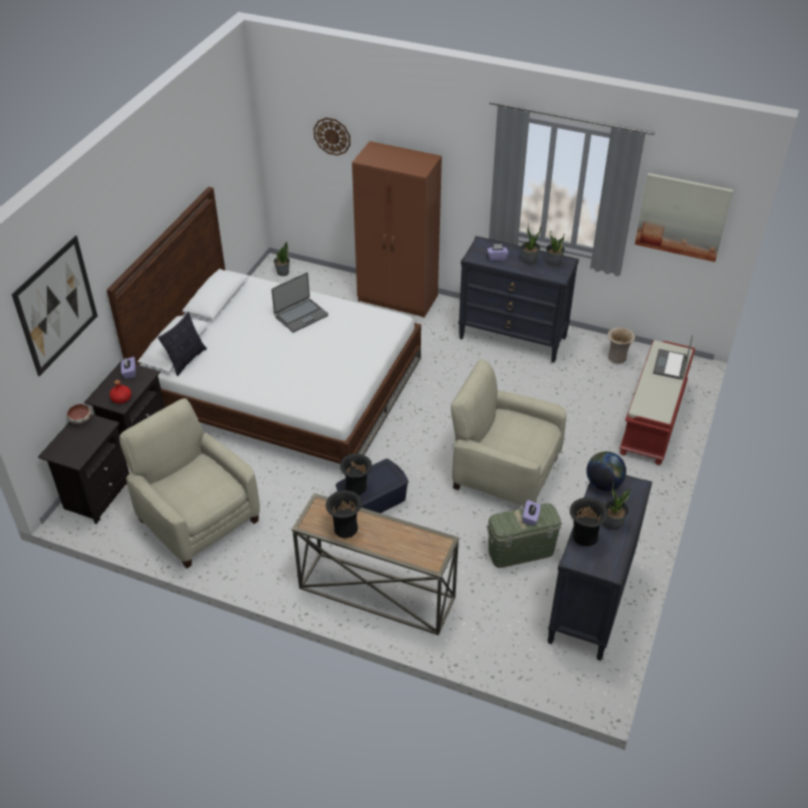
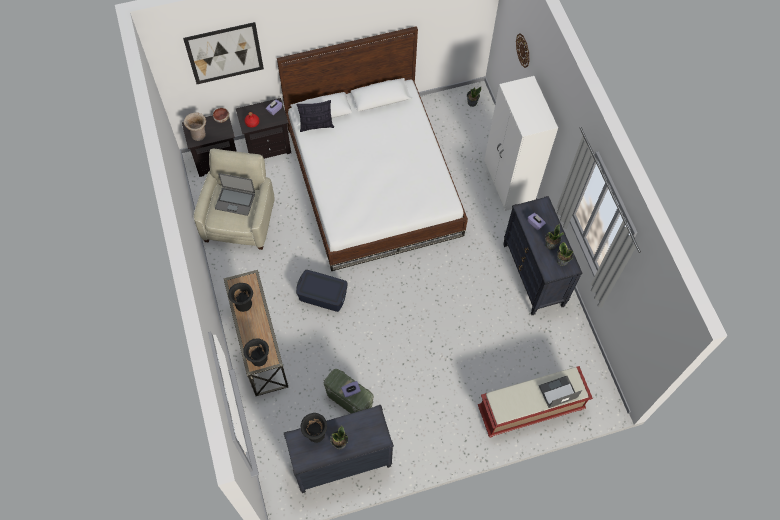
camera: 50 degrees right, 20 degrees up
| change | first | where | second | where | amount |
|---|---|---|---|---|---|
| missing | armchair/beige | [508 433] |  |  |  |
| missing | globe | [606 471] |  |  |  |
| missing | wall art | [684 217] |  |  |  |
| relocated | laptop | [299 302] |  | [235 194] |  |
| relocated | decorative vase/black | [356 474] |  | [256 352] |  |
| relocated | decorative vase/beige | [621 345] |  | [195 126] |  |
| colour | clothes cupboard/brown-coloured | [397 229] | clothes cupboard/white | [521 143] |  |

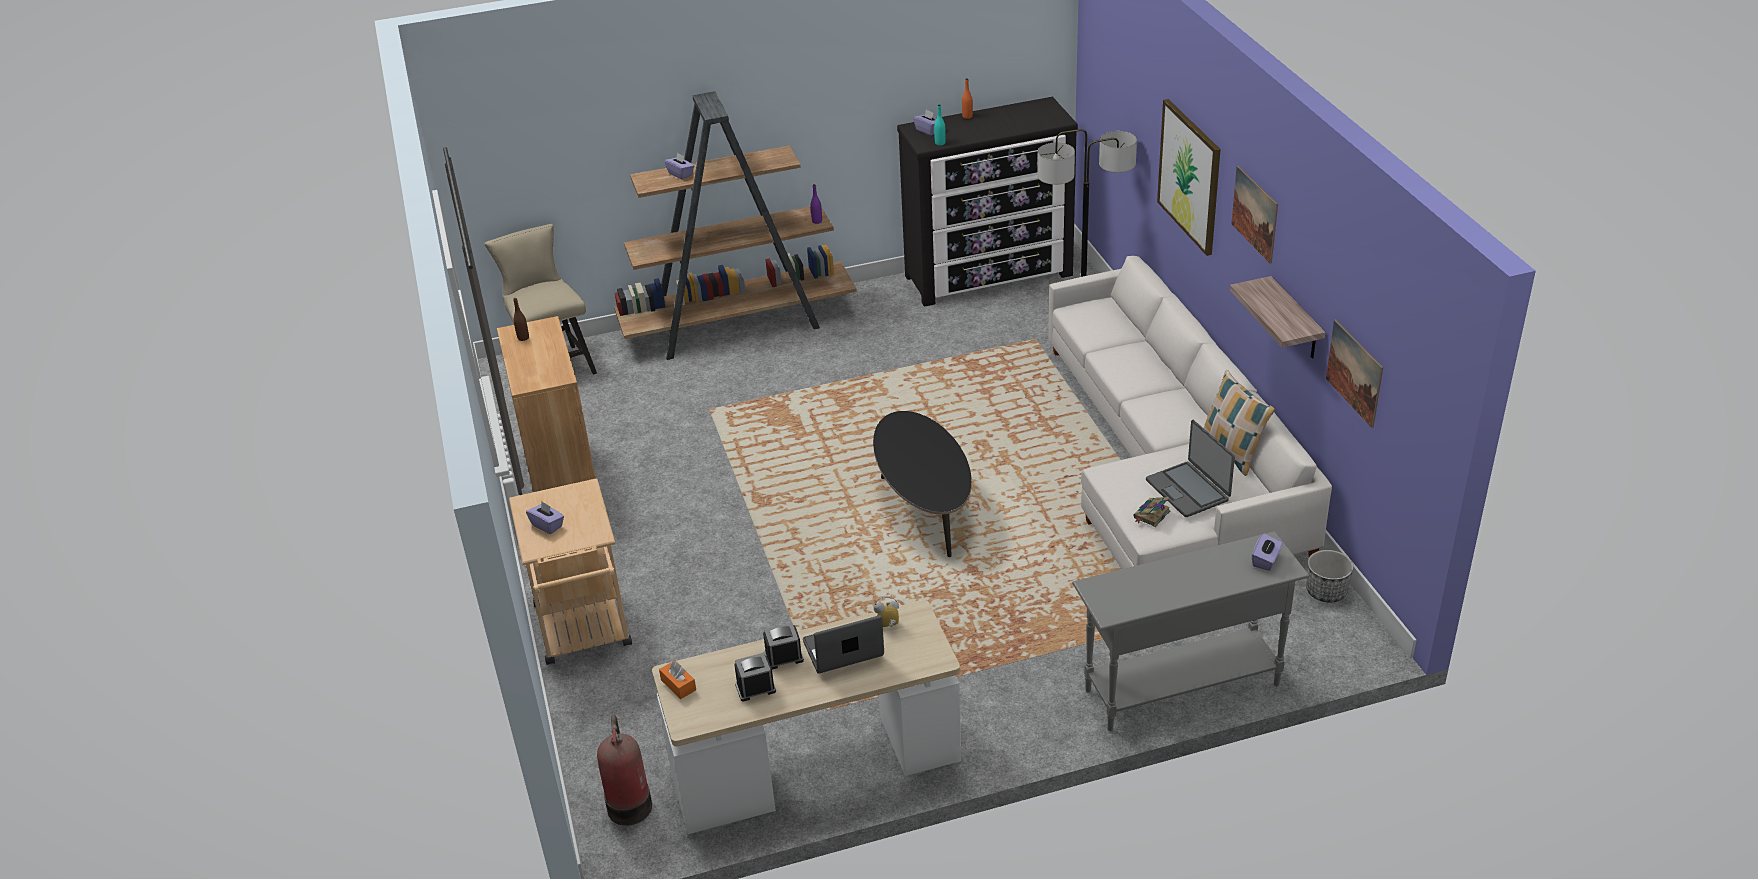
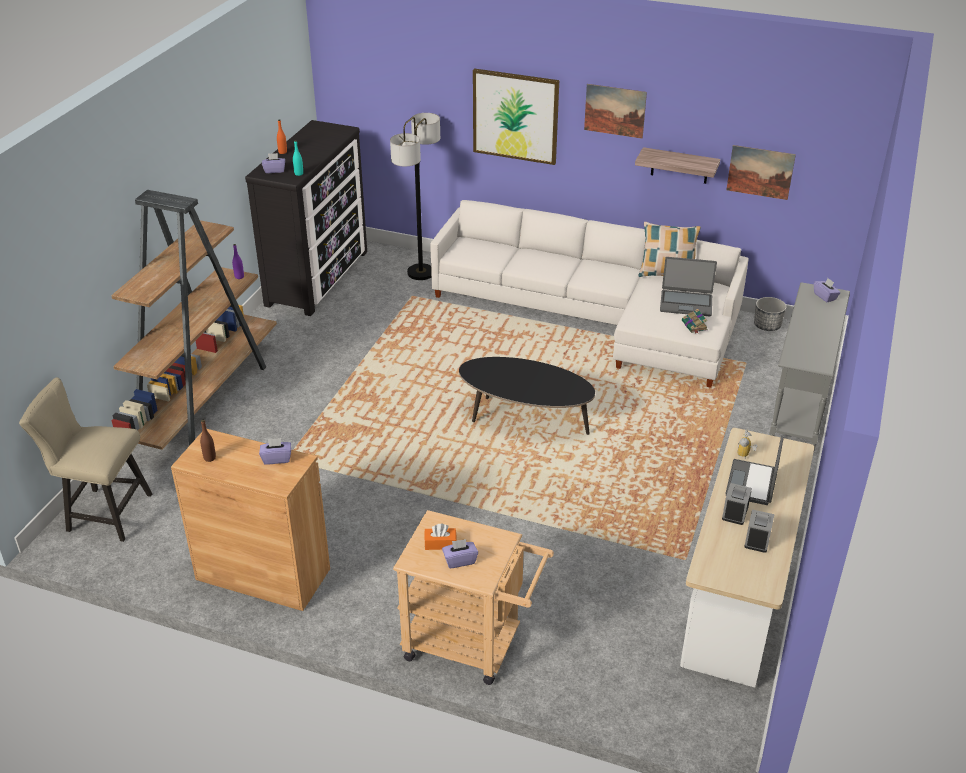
camera: 55 degrees left, 0 degrees up
| change | first | where | second | where | amount |
|---|---|---|---|---|---|
| missing | fire-fighting cylinder | [624 770] |  |  |  |
| relocated | box of tissues/orange-coloured | [677 679] |  | [440 537] |  |
| relocated | box of tissues/purplish | [679 166] |  | [275 451] |  |

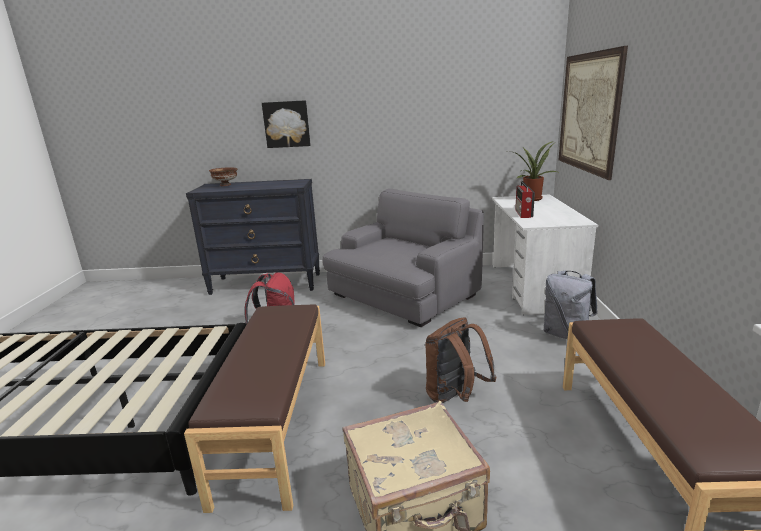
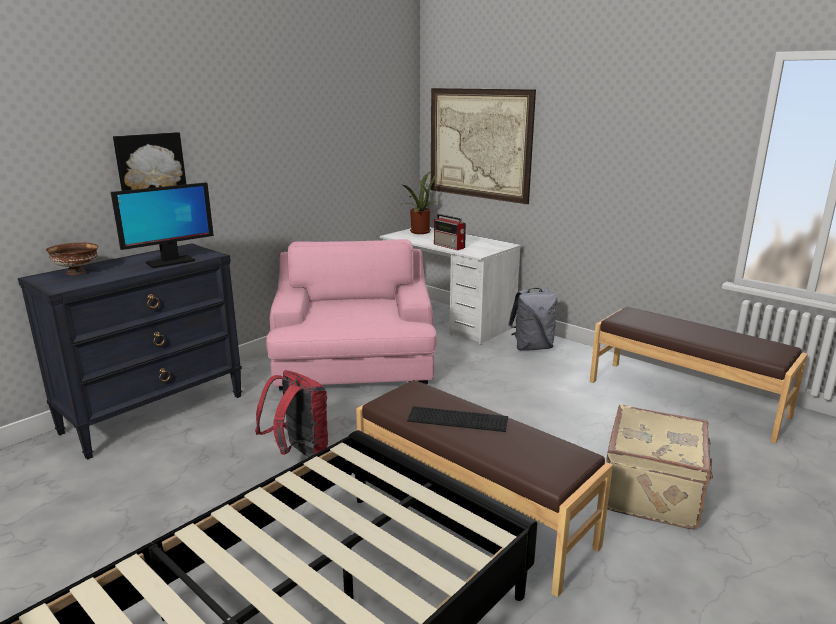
camera: 50 degrees left, 0 degrees up
| change | first | where | second | where | amount |
|---|---|---|---|---|---|
| missing | rucksack/brown-coloured | [461 360] |  |  |  |
| appeared |  |  | computer display | [162 225] |  |
| appeared |  |  | computer keyboard | [457 419] |  |
| colour | armchair/greyish | [403 258] | armchair/pinkish | [351 314] |  |

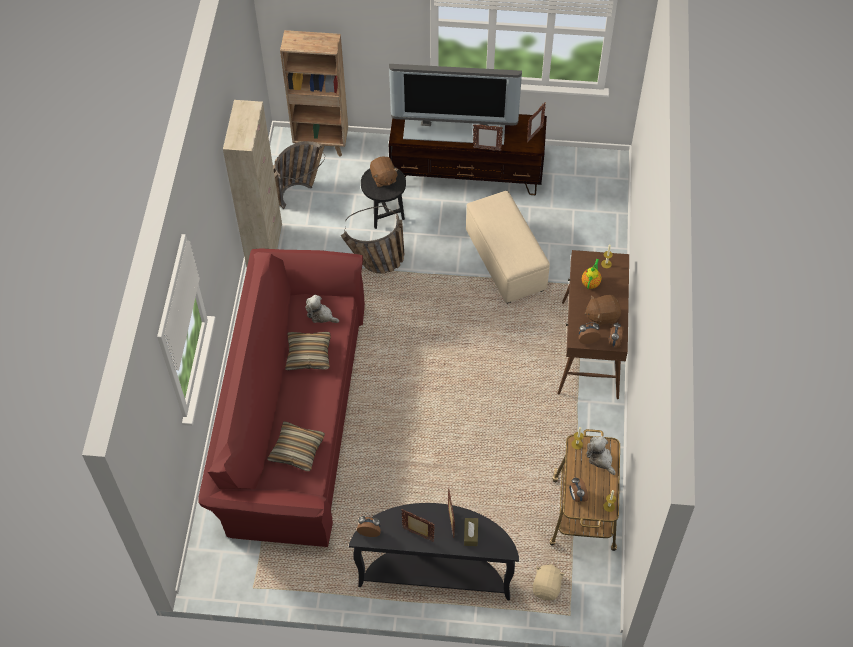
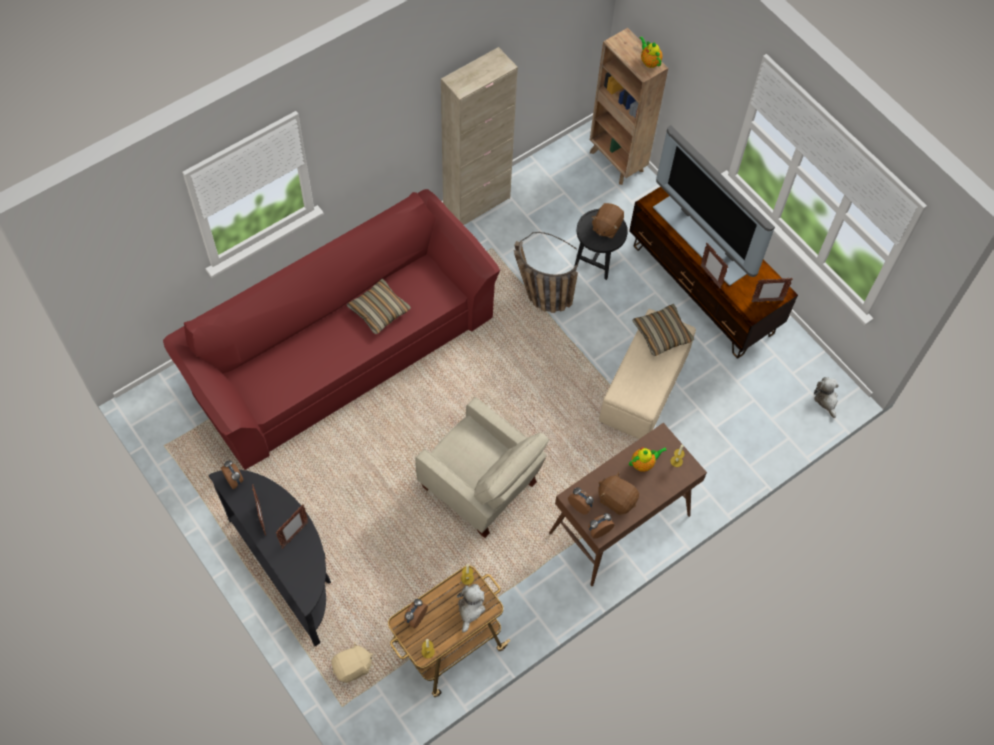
camera: 45 degrees right, 5 degrees up
| change | first | where | second | where | amount |
|---|---|---|---|---|---|
| missing | basket | [299 175] |  |  |  |
| missing | box of tissues/brown-coloured | [471 532] |  |  |  |
| appeared |  |  | armchair/beige | [482 467] |  |
| appeared |  |  | tea pot | [651 52] |  |
| relocated | cushion | [296 446] |  | [663 330] |  |
| relocated | plush toy | [322 309] |  | [826 397] |  |

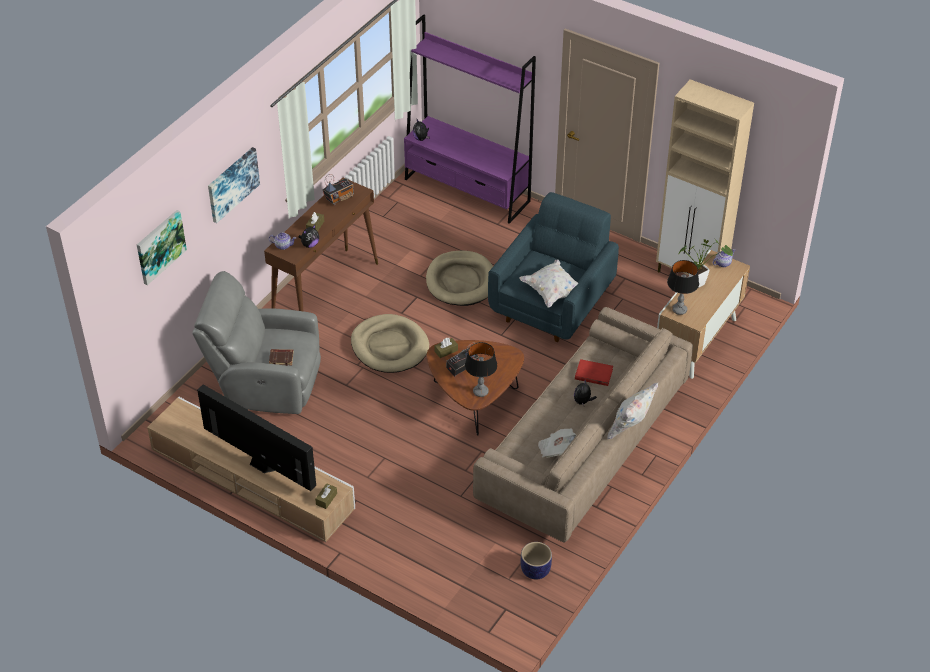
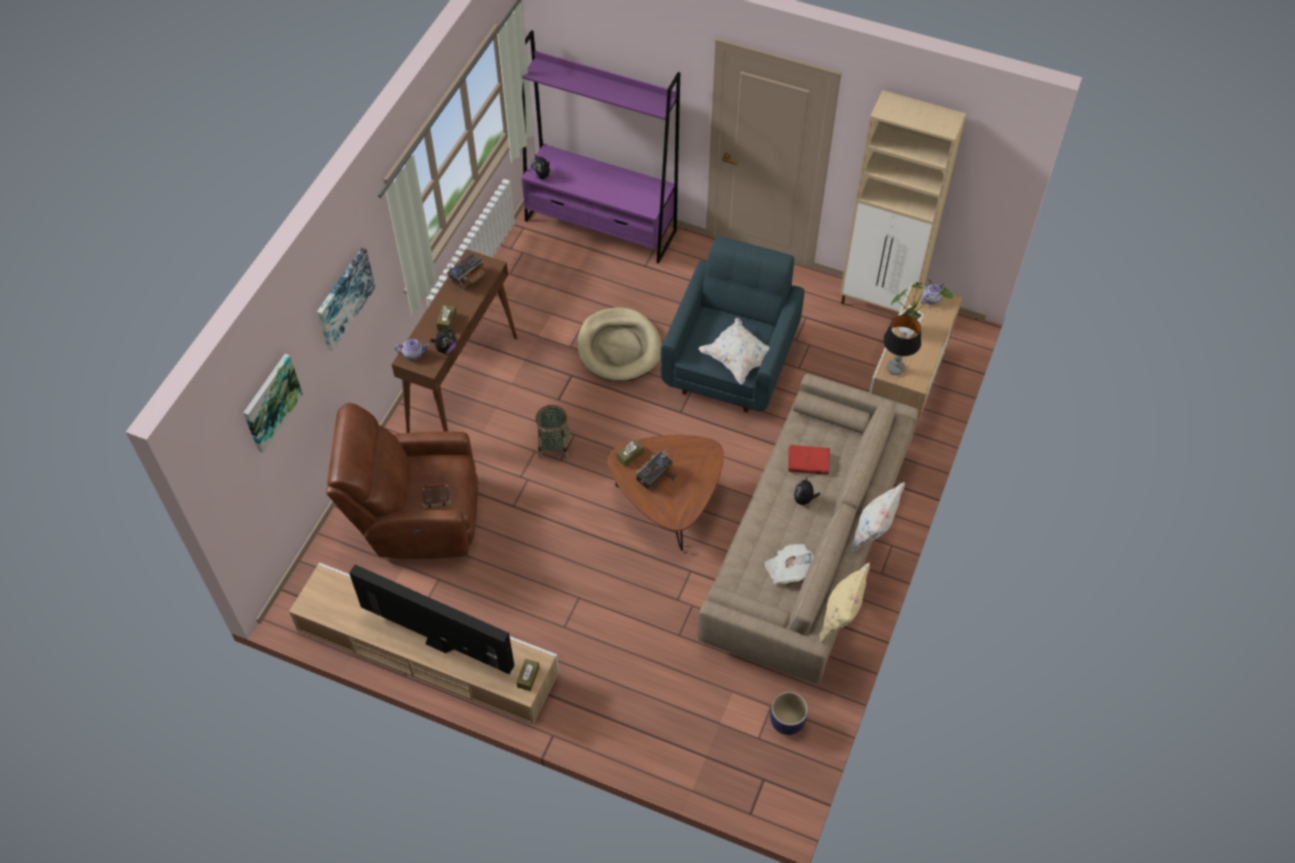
camera: 10 degrees left, 10 degrees up
| change | first | where | second | where | amount |
|---|---|---|---|---|---|
| missing | table lamp | [481 369] |  |  |  |
| appeared |  |  | cushion/beige | [844 602] |  |
| exchanged | pet bed/beige | [390 343] | basket | [552 432] |  |
| colour | armchair/greyish | [256 342] | armchair/brown-coloured | [402 481] |  |

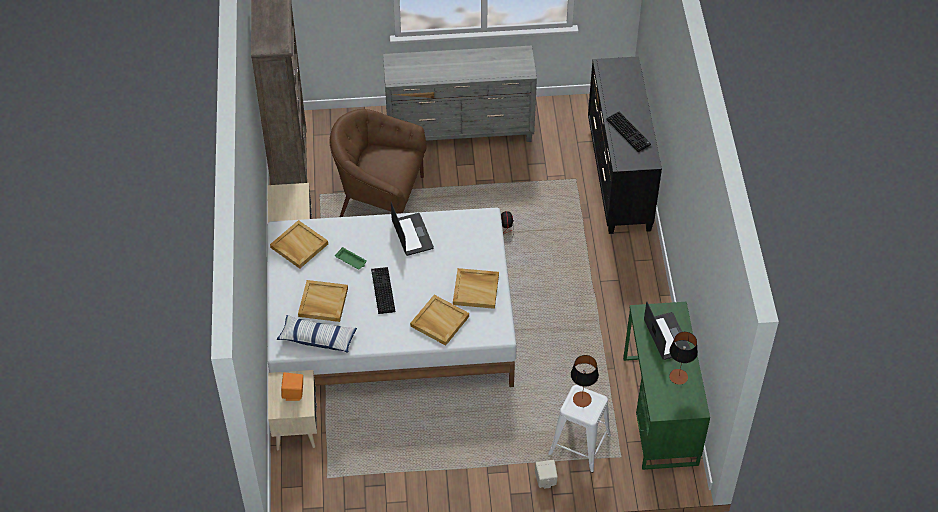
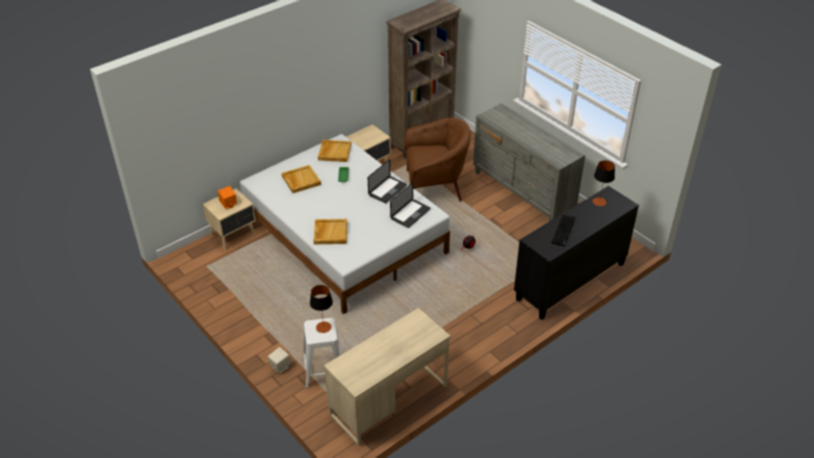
camera: 55 degrees right, 10 degrees down
| change | first | where | second | where | amount |
|---|---|---|---|---|---|
| missing | cushion | [316 334] |  |  |  |
| missing | computer keyboard | [383 290] |  |  |  |
| missing | tray/beige | [476 288] |  |  |  |
| relocated | laptop | [667 331] |  | [410 205] |  |
| relocated | table lamp | [683 358] |  | [604 183] |  |
| colour | desk/greenish | [666 386] | desk/beige | [387 377] |  |
| spun | armchair/brown-coloured | [378 163] |  | [437 160] | 105 degrees clockwise |

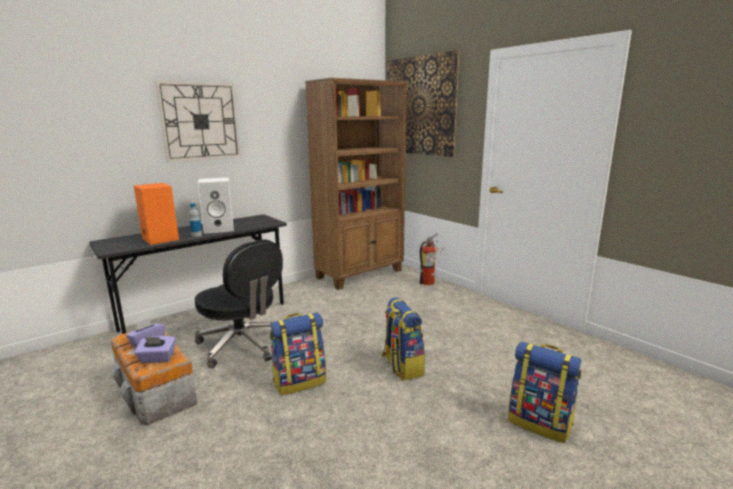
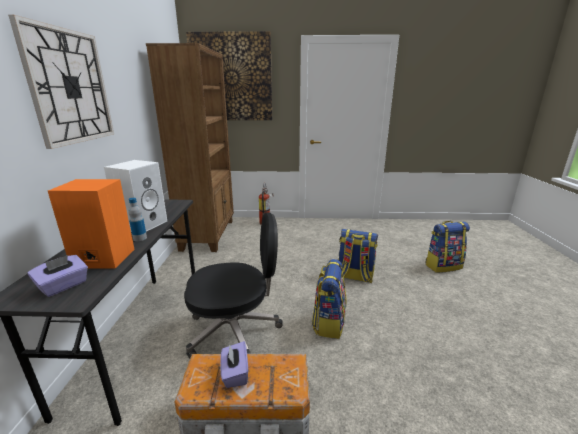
camera: 50 degrees left, 5 degrees up
| change | first | where | second | where | amount |
|---|---|---|---|---|---|
| relocated | box of tissues/purplish | [155 349] |  | [57 276] |  |

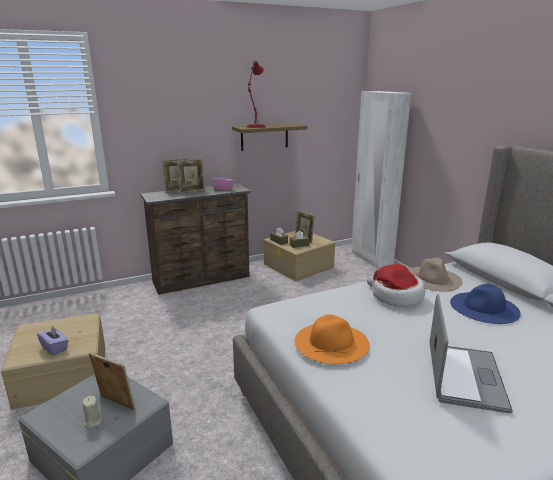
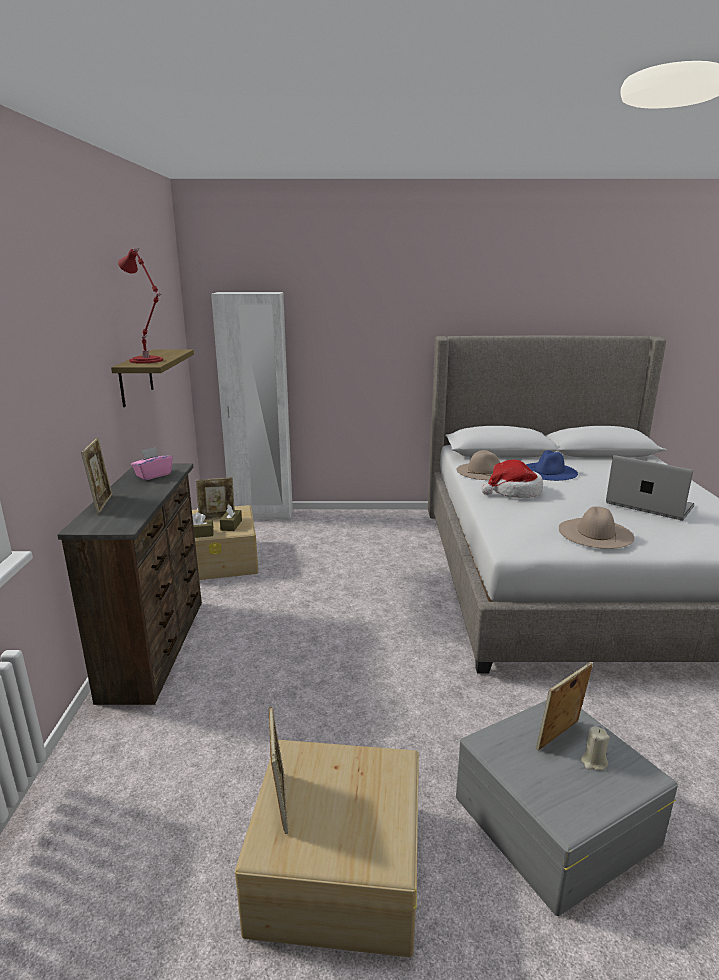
camera: 65 degrees left, 0 degrees up
| change | first | where | second | where | amount |
|---|---|---|---|---|---|
| missing | box of tissues/purplish | [53 341] |  |  |  |
| relocated | photo frame | [191 176] |  | [279 770] |  |
| colour | hat/orange-coloured | [331 339] | hat/beige | [596 527] |  |

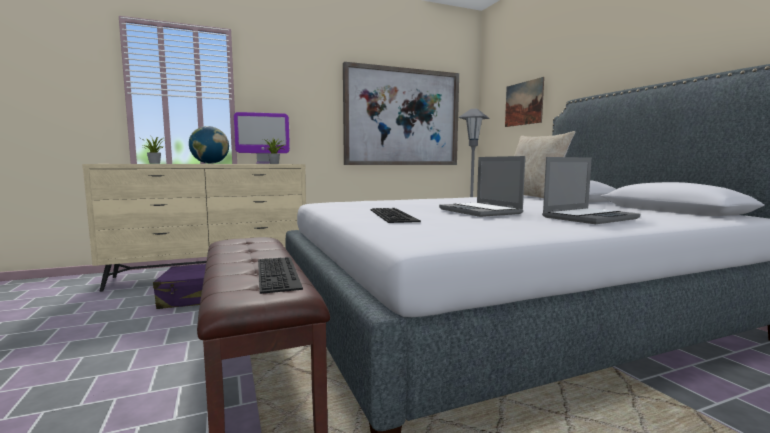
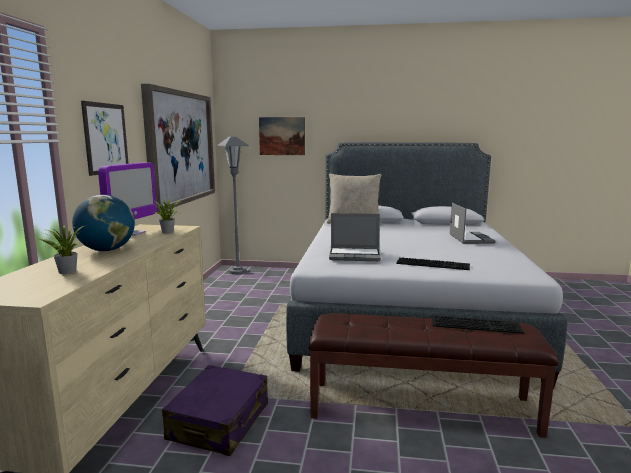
camera: 60 degrees left, 5 degrees up
| change | first | where | second | where | amount |
|---|---|---|---|---|---|
| appeared |  |  | wall art | [105 138] |  |
| relocated | laptop | [482 186] |  | [355 237] |  |

